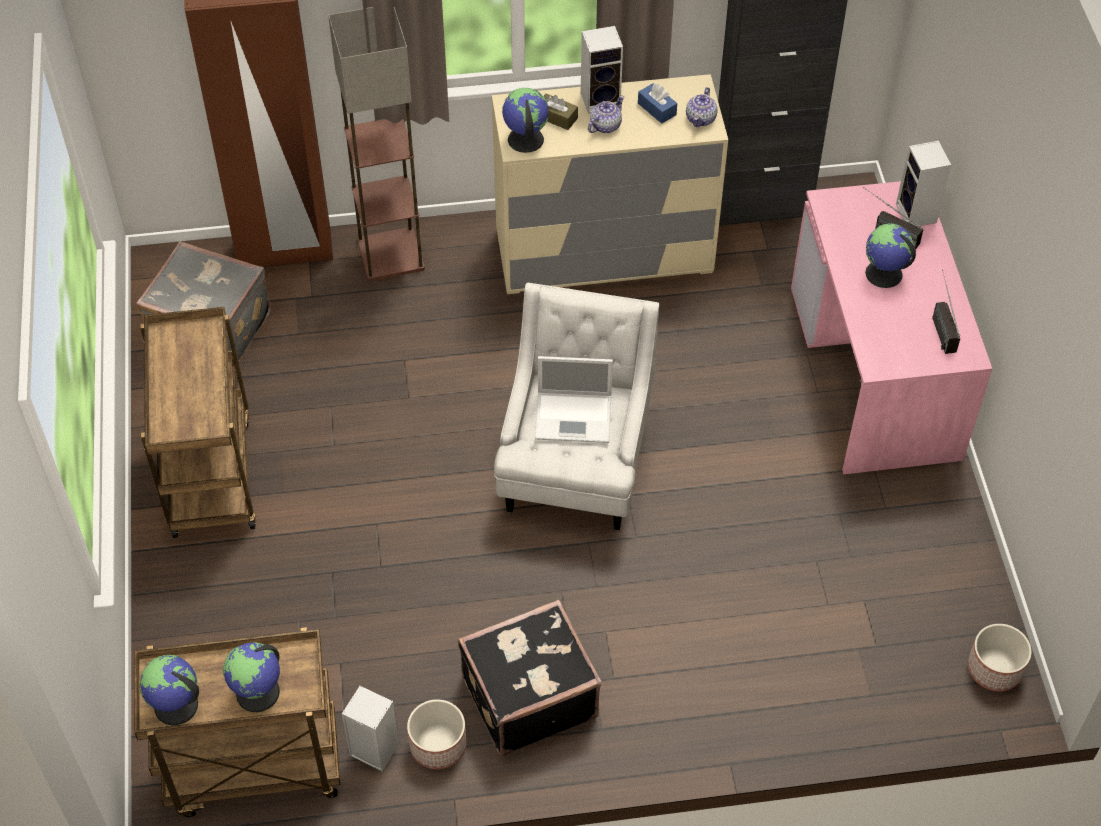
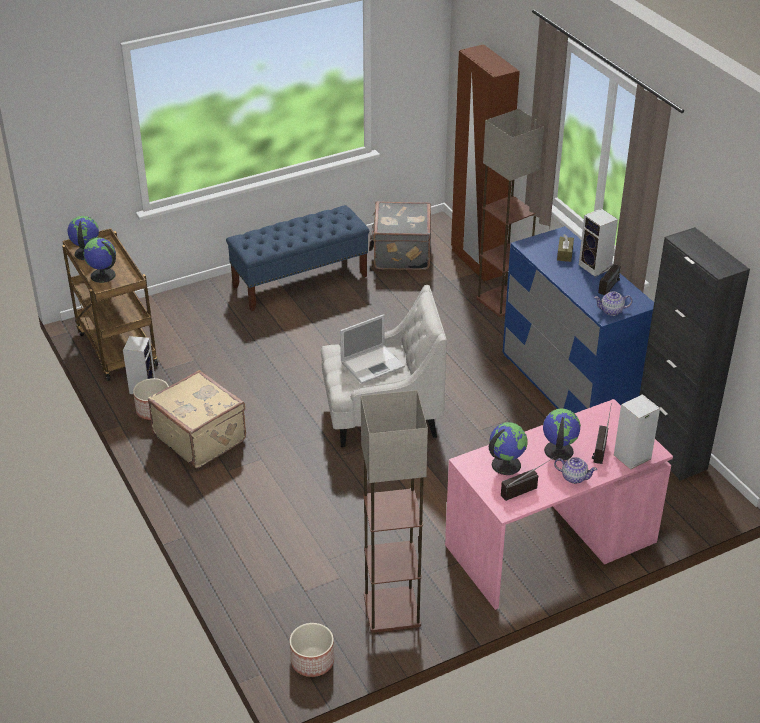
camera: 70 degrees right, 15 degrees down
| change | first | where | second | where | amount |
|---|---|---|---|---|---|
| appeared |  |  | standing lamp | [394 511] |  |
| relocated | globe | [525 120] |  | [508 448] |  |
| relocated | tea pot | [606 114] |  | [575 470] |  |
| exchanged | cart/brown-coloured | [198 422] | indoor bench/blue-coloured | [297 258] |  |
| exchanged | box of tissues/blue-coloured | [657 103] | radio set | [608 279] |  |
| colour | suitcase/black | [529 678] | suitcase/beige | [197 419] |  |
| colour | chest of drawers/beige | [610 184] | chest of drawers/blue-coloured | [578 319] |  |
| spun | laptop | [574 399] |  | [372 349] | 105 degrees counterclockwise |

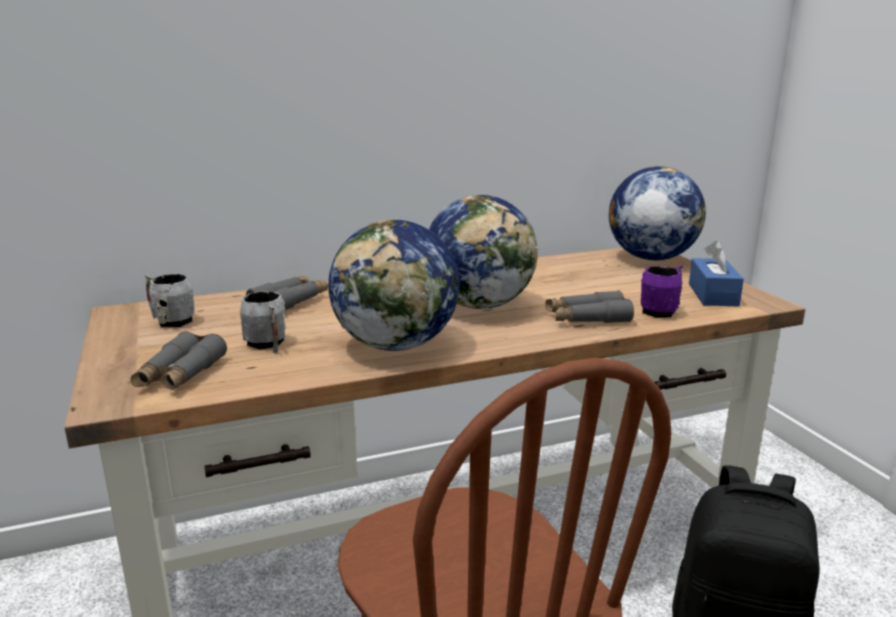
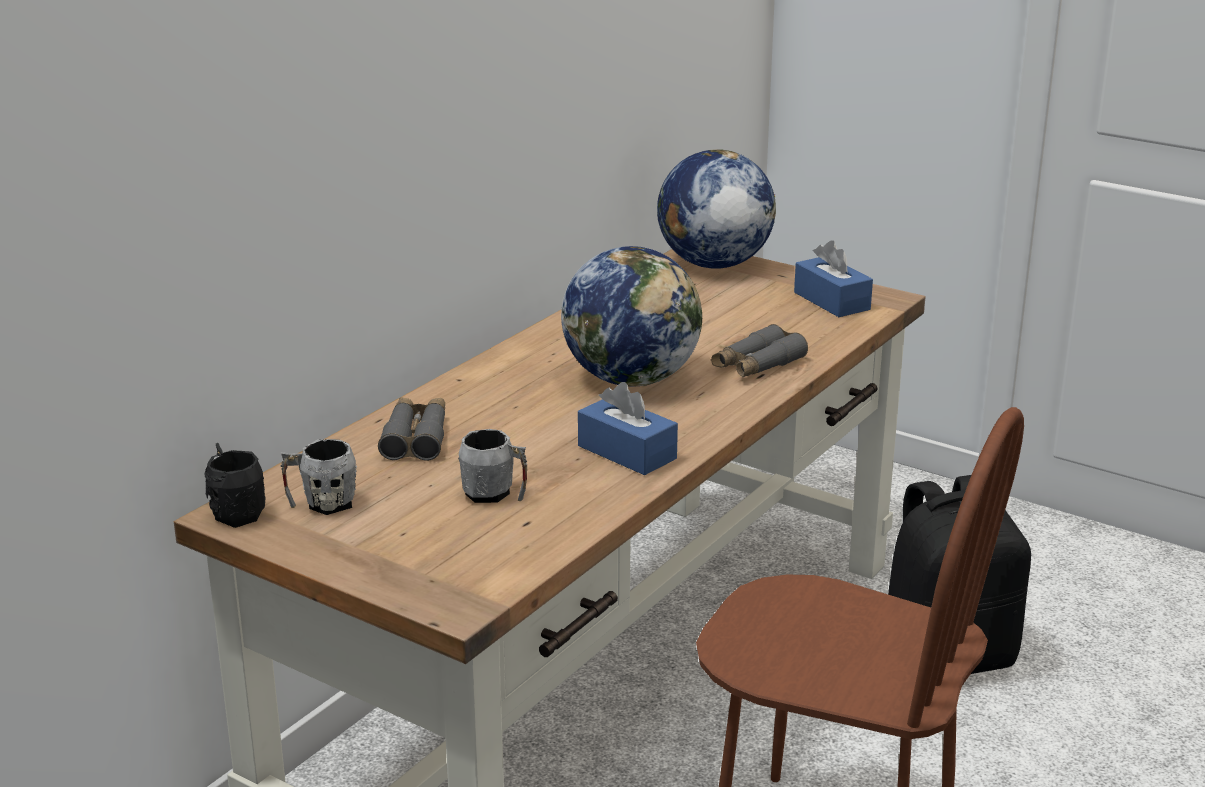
camera: 35 degrees left, 5 degrees up
| change | first | where | second | where | amount |
|---|---|---|---|---|---|
| missing | pair of binoculars/greyish | [178 360] |  |  |  |
| missing | coffee mug/purplish | [662 291] |  |  |  |
| appeared |  |  | coffee mug/black | [235 485] |  |
| exchanged | globe | [394 285] | box of tissues/blue-coloured | [628 428] |  |

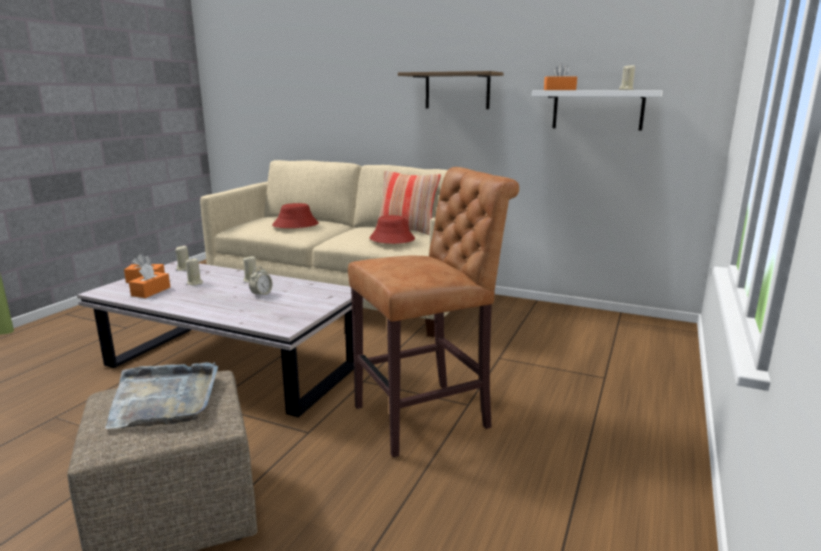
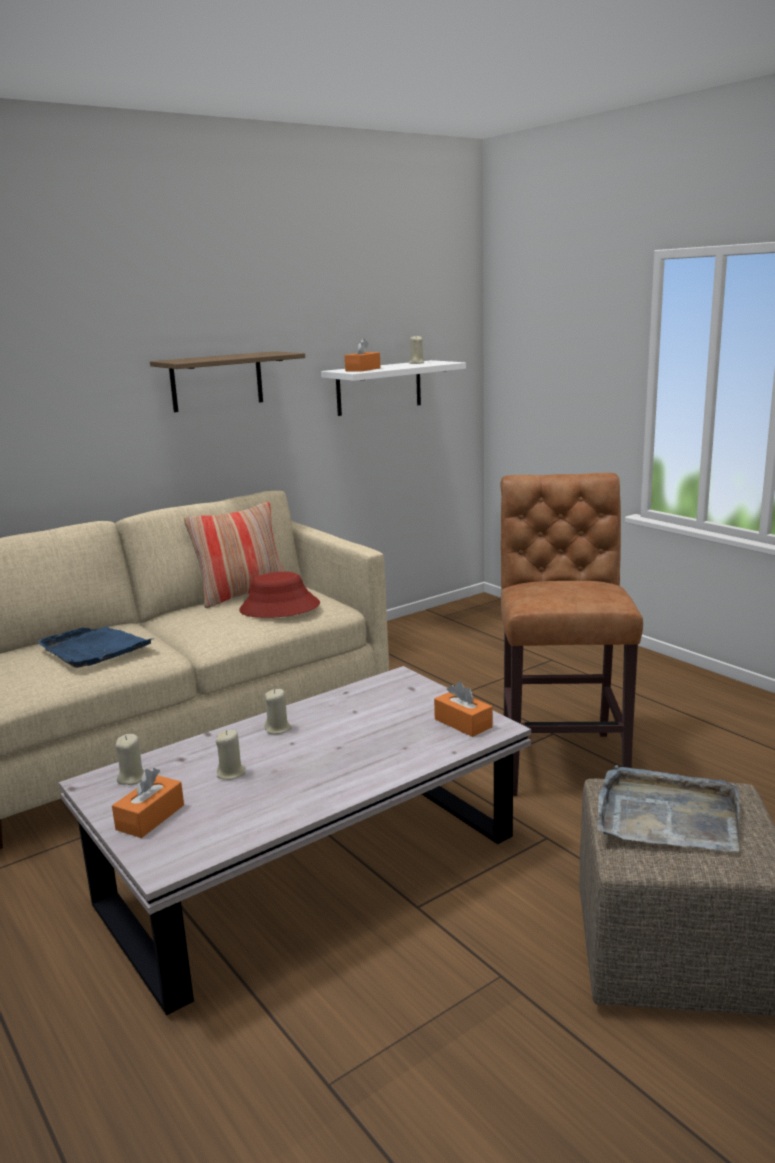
camera: 60 degrees left, 0 degrees up
| change | first | where | second | where | amount |
|---|---|---|---|---|---|
| missing | bedside clock | [261 282] |  |  |  |
| relocated | box of tissues/orange-coloured | [149 280] |  | [463 709] |  |
| exchanged | hat/red | [295 215] | tray/blue-coloured | [95 647] |  |

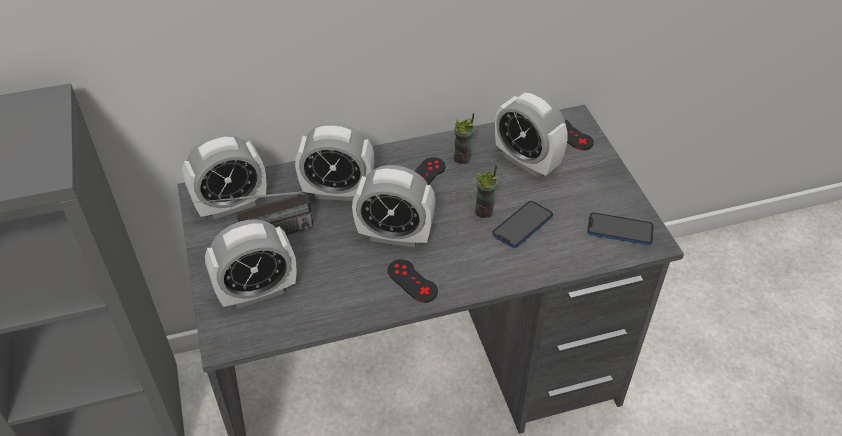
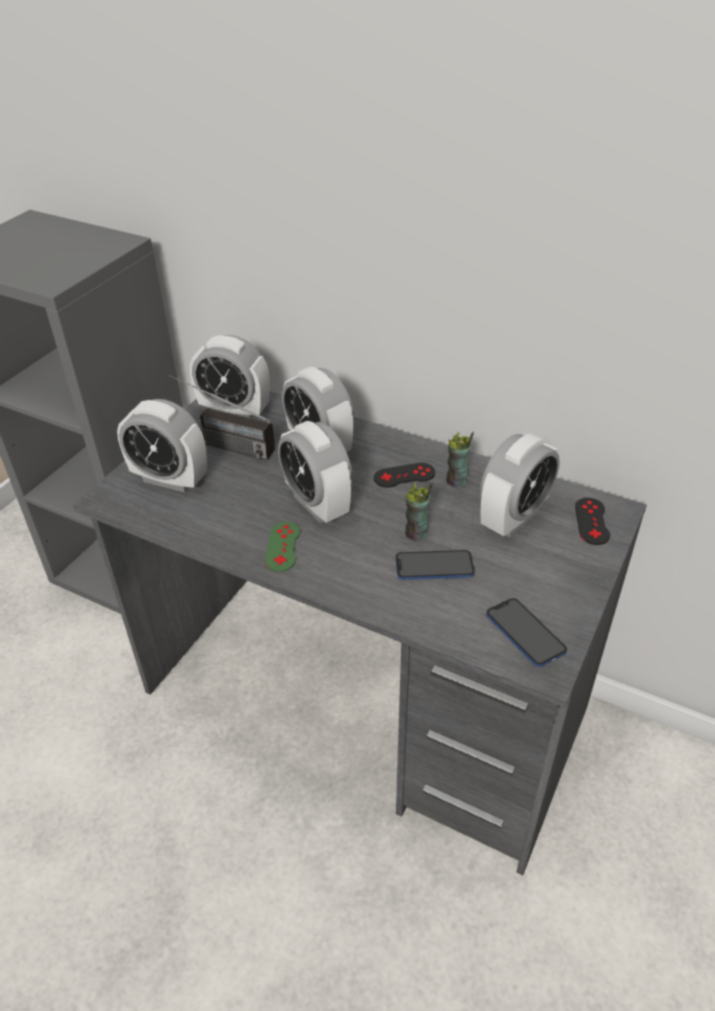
camera: 45 degrees right, 5 degrees down
| change | first | where | second | where | amount |
|---|---|---|---|---|---|
| colour | joypad/black | [412 281] | joypad/greenish | [282 547] |  |
| spun | bedside clock | [531 134] |  | [520 485] | 135 degrees counterclockwise |

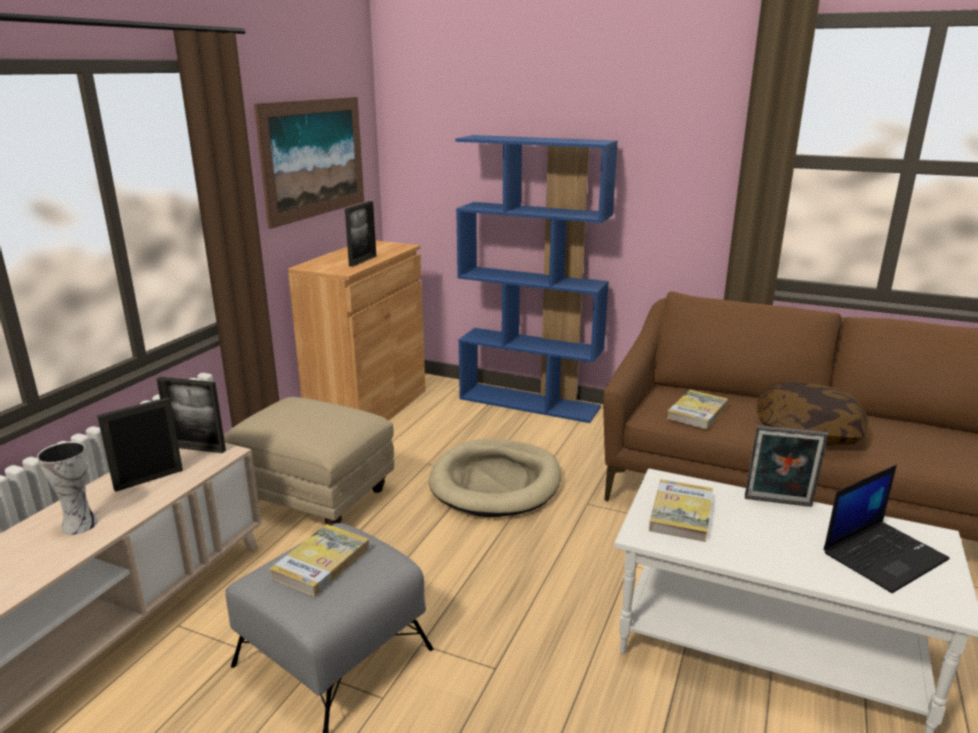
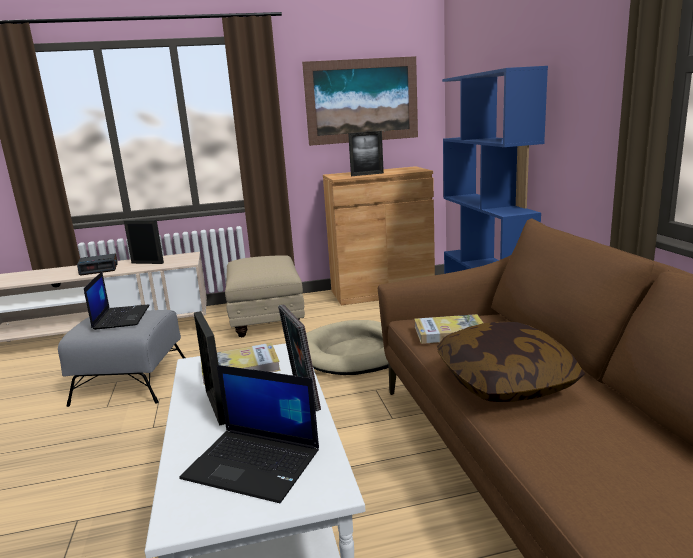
camera: 55 degrees right, 5 degrees down
| change | first | where | second | where | amount |
|---|---|---|---|---|---|
| relocated | photo frame | [191 415] |  | [209 368] |  |
| exchanged | decorative vase | [67 488] | bedside clock | [97 264] |  |
| exchanged | book | [319 560] | laptop | [117 301] |  |

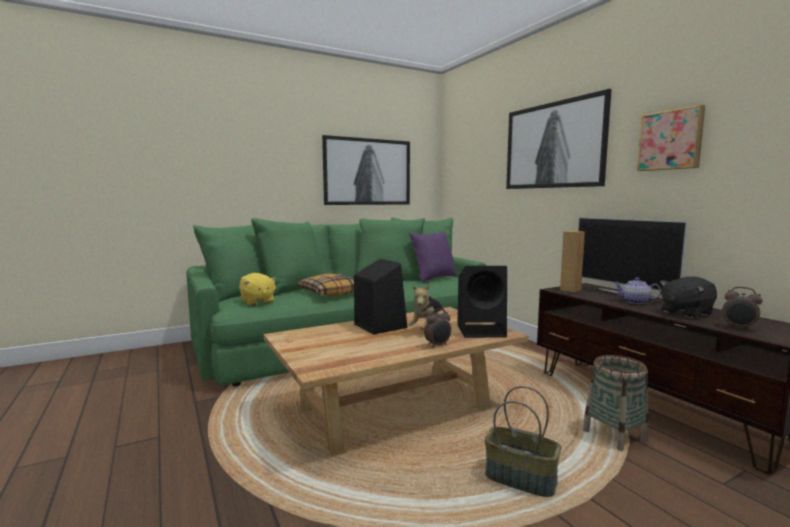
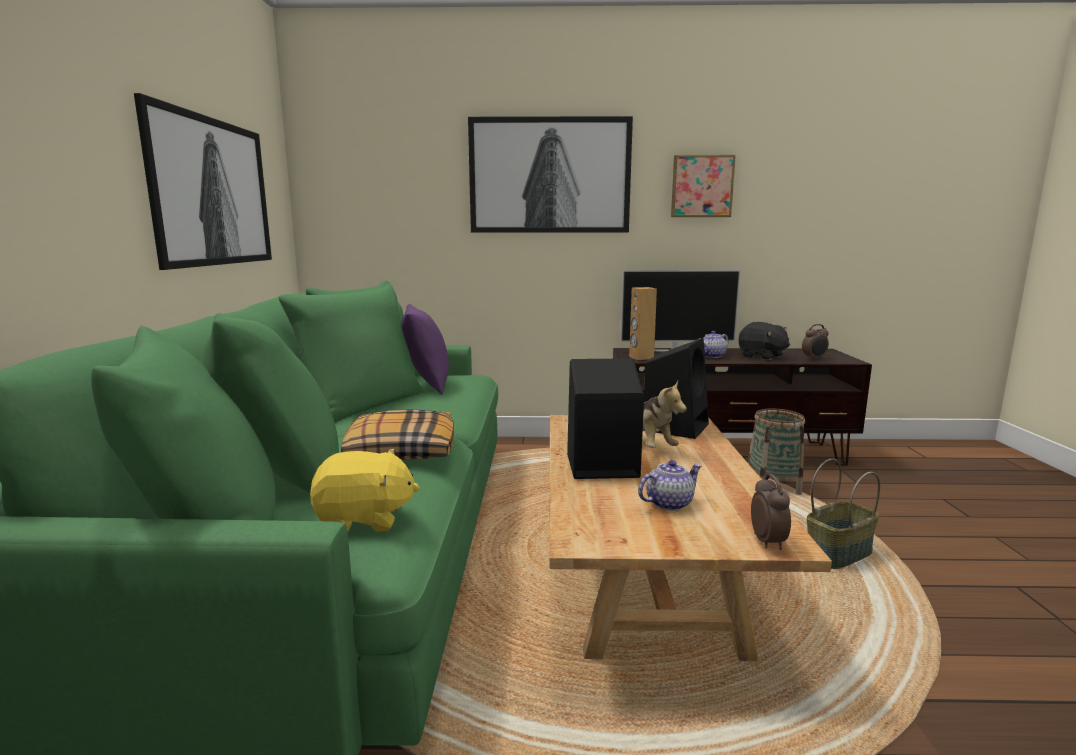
camera: 60 degrees left, 5 degrees up
| change | first | where | second | where | amount |
|---|---|---|---|---|---|
| appeared |  |  | tea pot | [670 485] |  |
| relocated | bedside clock | [437 328] |  | [771 512] |  |
| spun | plush toy/black | [688 297] |  | [764 341] | 45 degrees counterclockwise |

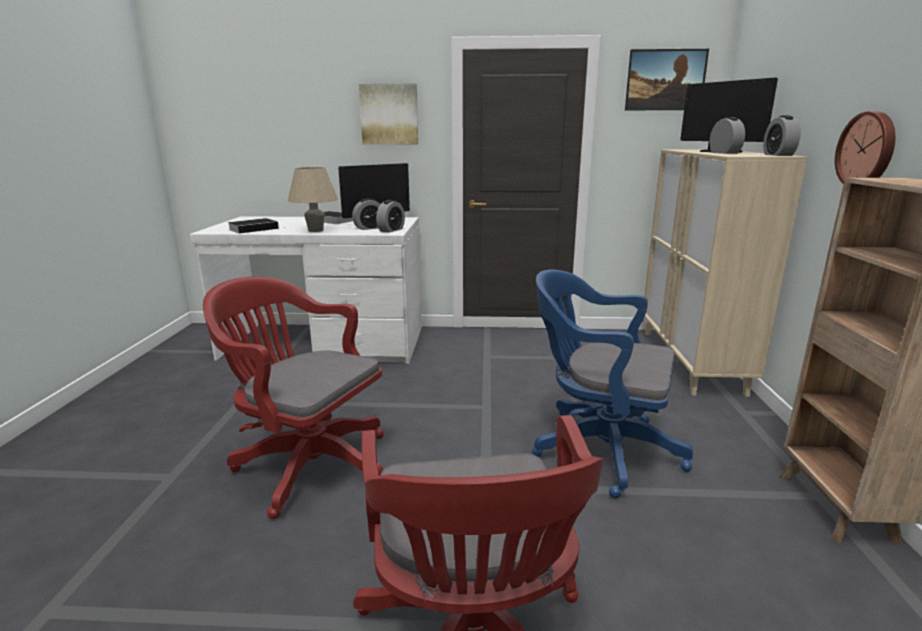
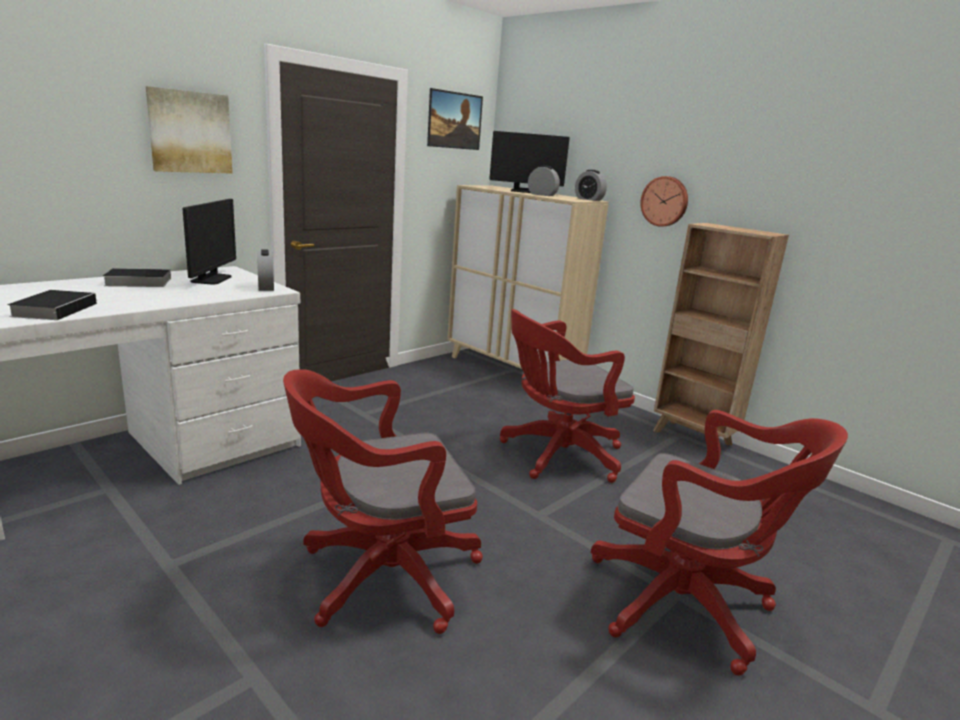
camera: 50 degrees left, 0 degrees up
| change | first | where | second | where | amount |
|---|---|---|---|---|---|
| missing | table lamp/beige | [313 199] |  |  |  |
| missing | bedside clock | [366 214] |  |  |  |
| colour | desk chair/blue-coloured | [612 384] | desk chair/red | [567 396] |  |

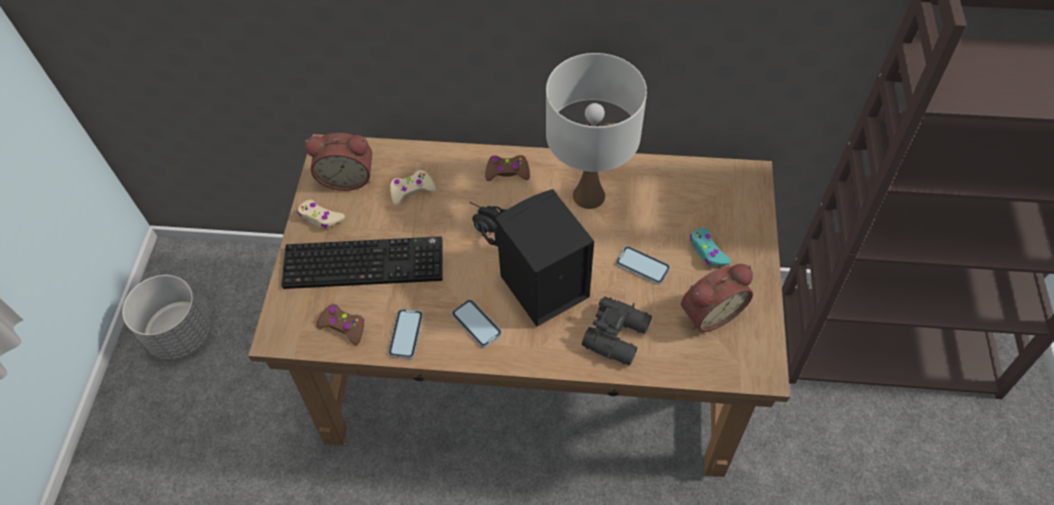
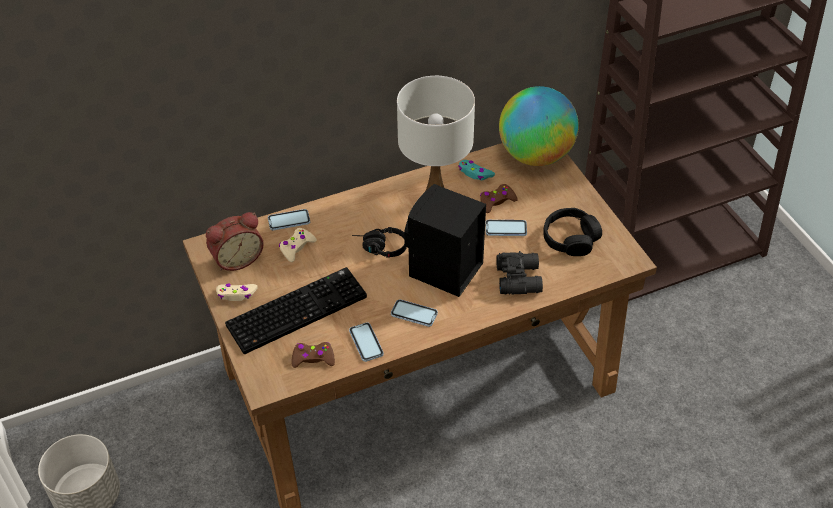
camera: 30 degrees left, 10 degrees down
| change | first | where | second | where | amount |
|---|---|---|---|---|---|
| appeared |  |  | phone | [289 219] |  |
| appeared |  |  | globe | [539 126] |  |
| relocated | joypad/brown-coloured | [507 168] |  | [499 198] |  |
| relocated | joypad/blue-green | [710 247] |  | [476 170] |  |
| exchanged | bedside clock | [717 298] | headset/black | [572 232] |  |

